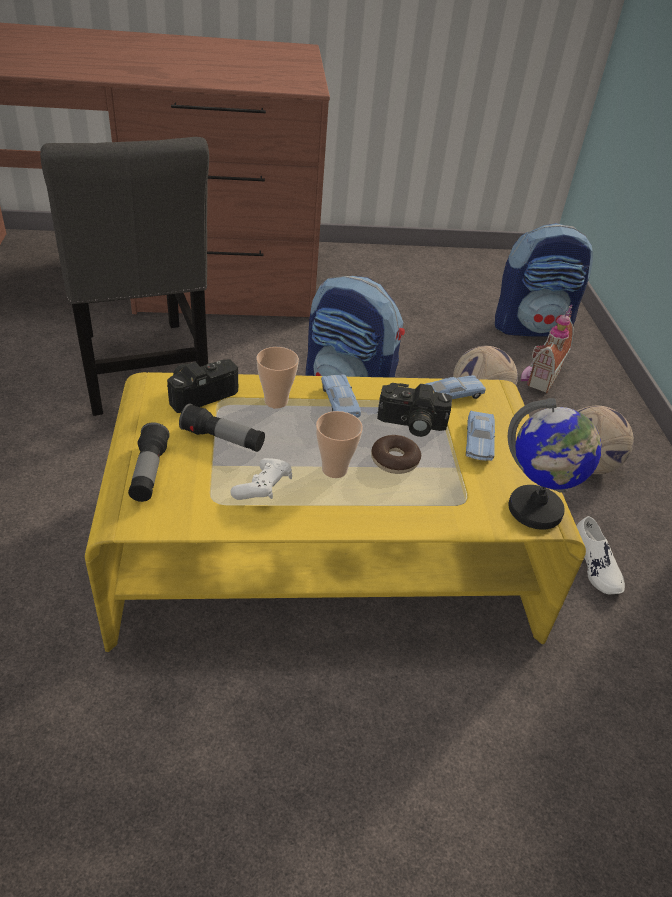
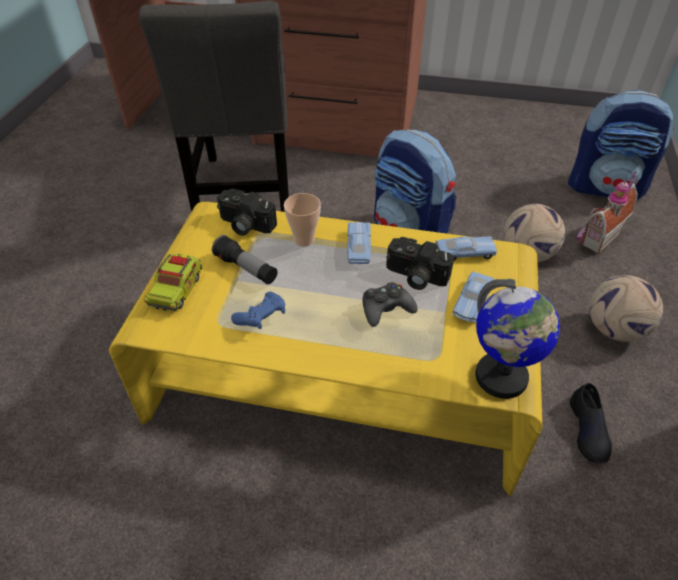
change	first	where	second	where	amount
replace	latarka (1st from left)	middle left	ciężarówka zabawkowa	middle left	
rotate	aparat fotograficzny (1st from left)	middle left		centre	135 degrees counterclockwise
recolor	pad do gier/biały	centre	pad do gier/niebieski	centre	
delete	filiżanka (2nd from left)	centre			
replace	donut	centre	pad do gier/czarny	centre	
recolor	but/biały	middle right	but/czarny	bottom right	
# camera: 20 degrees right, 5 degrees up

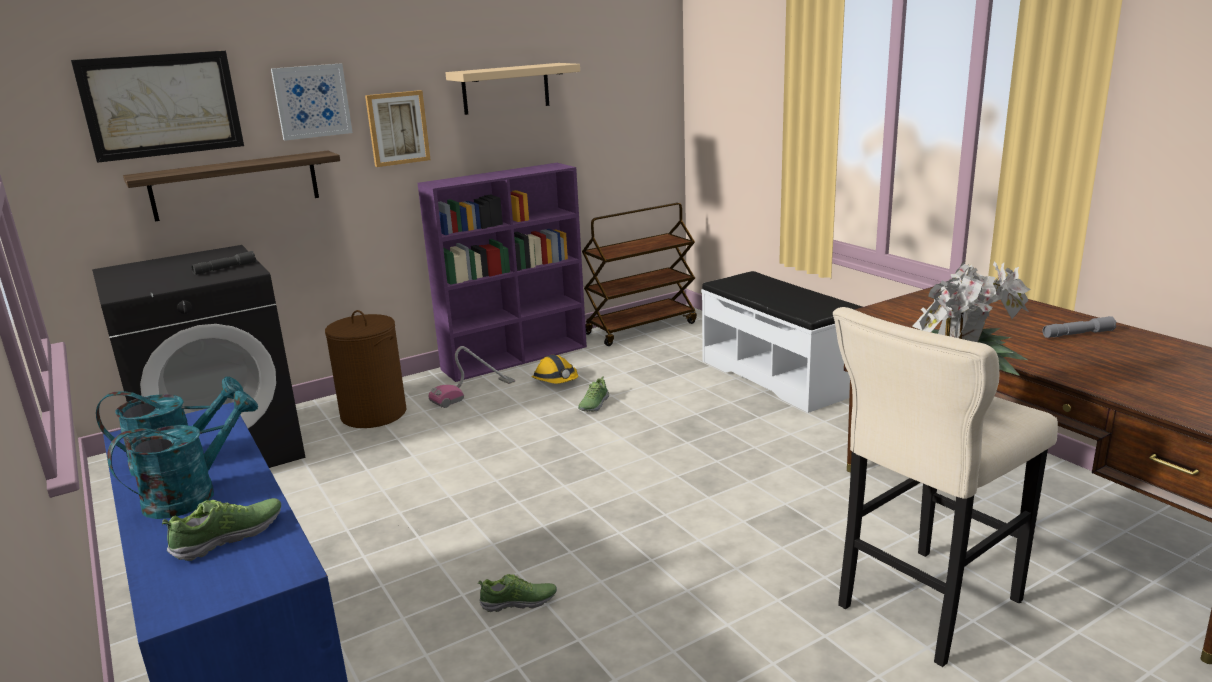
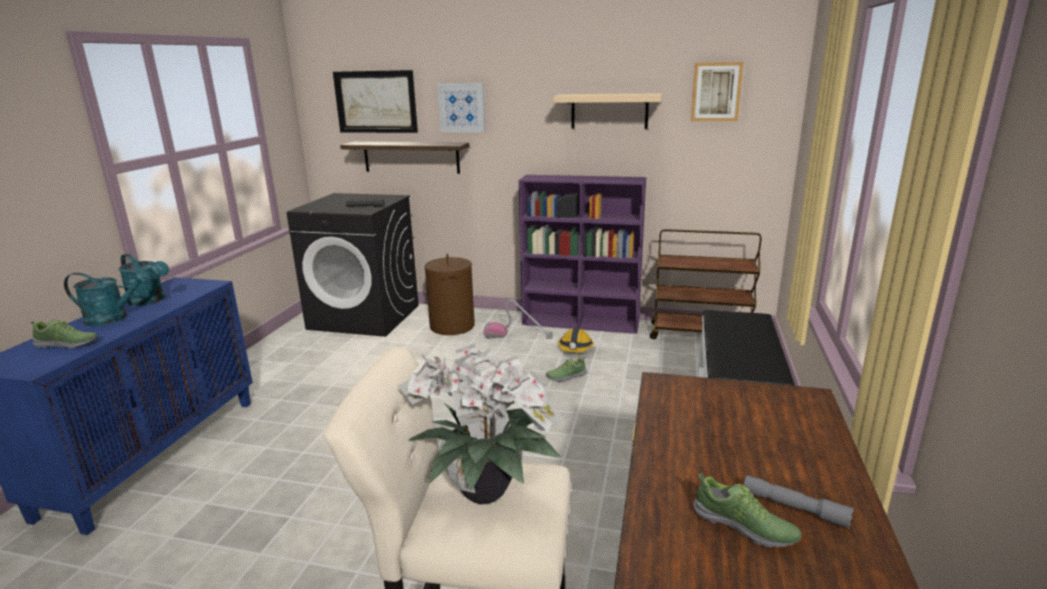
change	first	where	second	where	amount
move	obraz (3rd from left)	top left		top right	
move	but (2nd from left in the first image)	bottom centre	but (3rd from left)	bottom right	
# camera: 45 degrees right, 0 degrees up

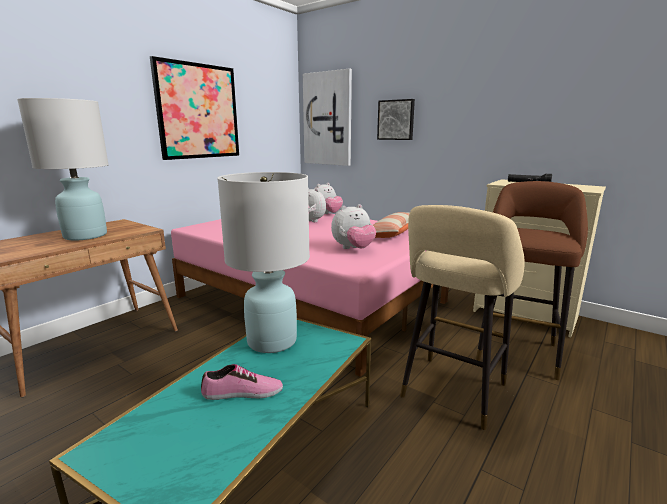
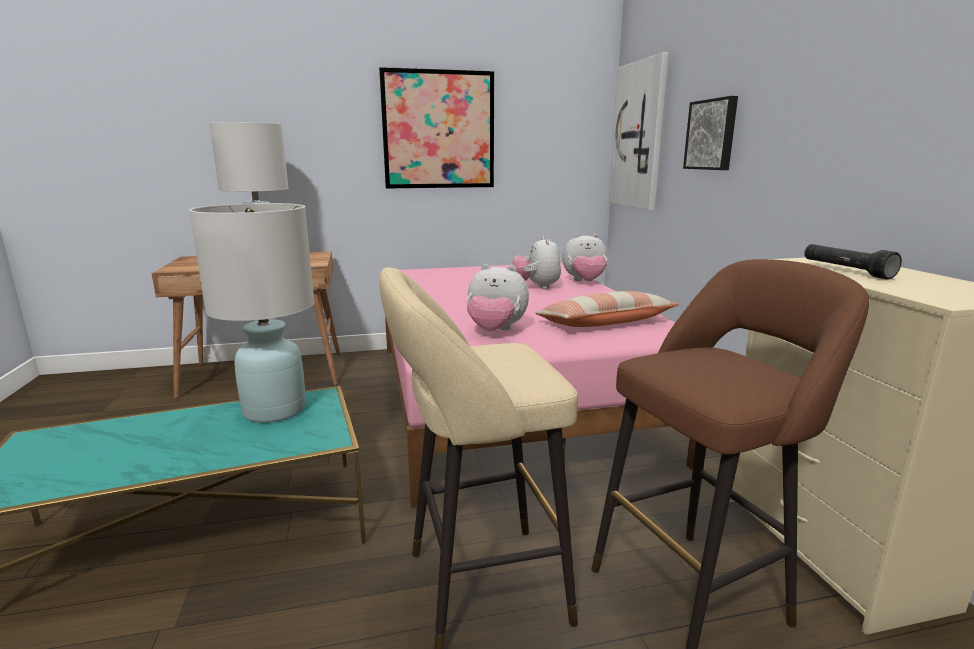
change	first	where	second	where	amount
delete	but	bottom centre			
# camera: 40 degrees right, 0 degrees up

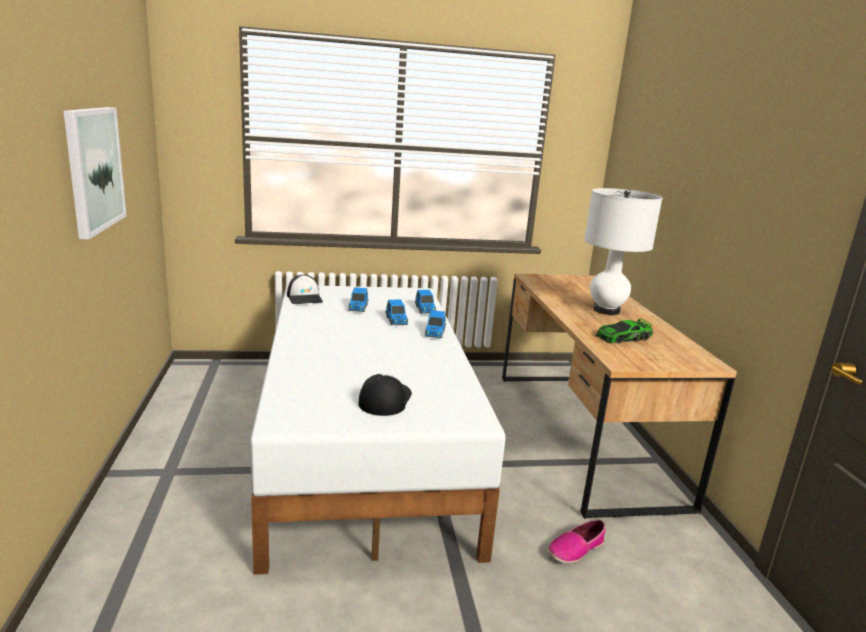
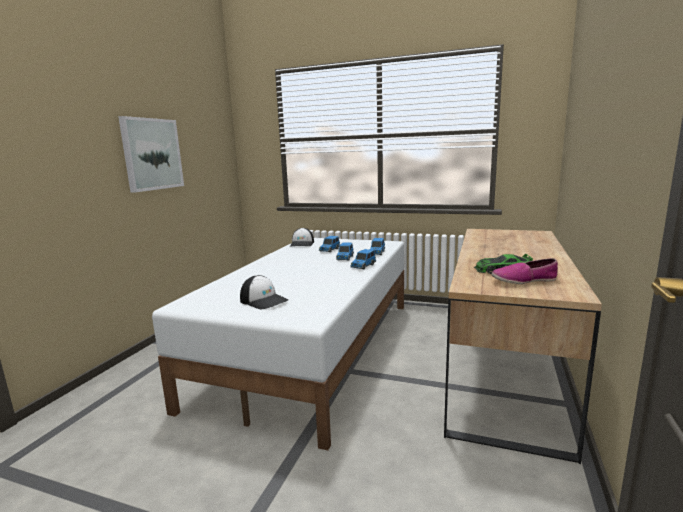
change	first	where	second	where	amount
rotate	czapka z daszkiem (2nd from left in the first image)	centre	czapka z daszkiem (1st from left)	centre	90 degrees clockwise
move	but	bottom centre		middle right	
delete	lampa stołowa/biały	middle right			
# camera: 30 degrees right, 5 degrees down

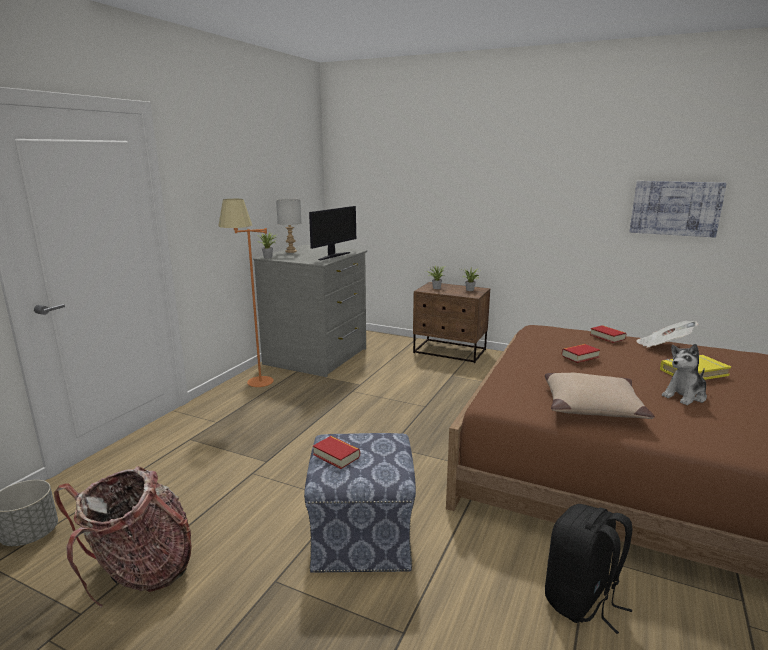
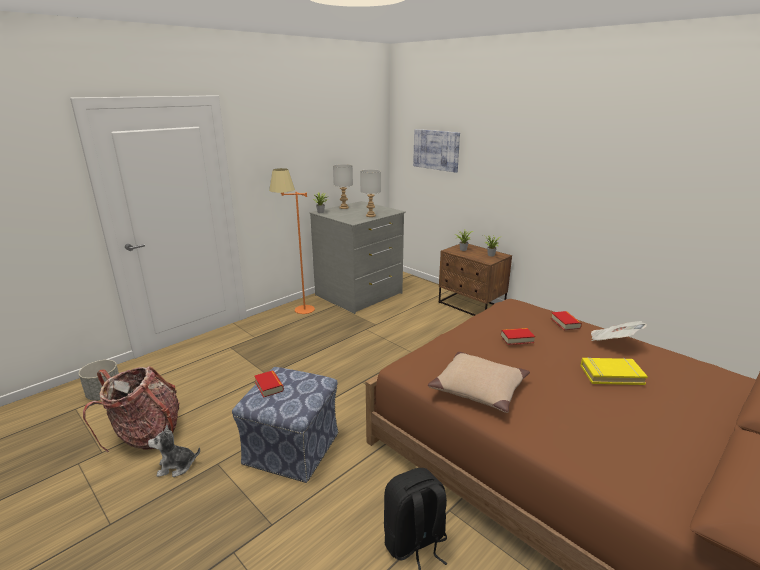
change	first	where	second	where	amount
replace	monitor	centre	lampa stołowa/szary (2nd from left)	centre	
move	obraz	top right		top centre	
move	pluszak	middle right		bottom left	
# camera: 20 degrees right, 5 degrees up

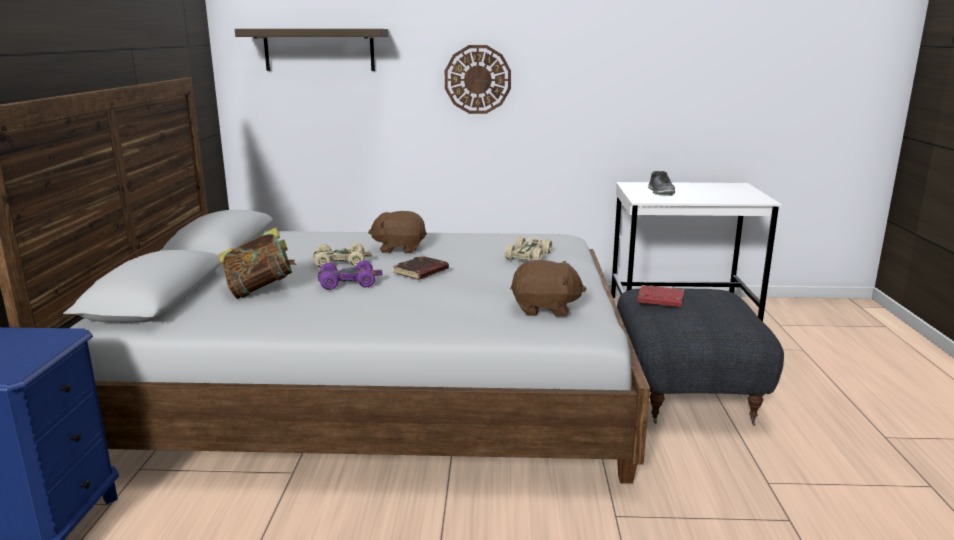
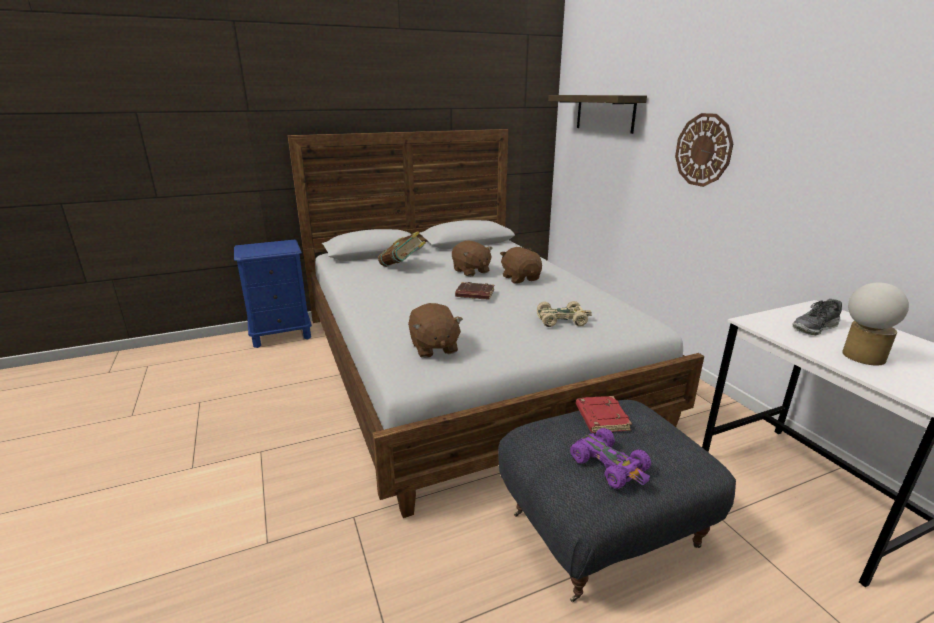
change	first	where	second	where	amount
replace	samochodzik/beżowy (1st from left)	centre	pluszak/brązowy (2nd from left)	centre	
move	samochodzik/fioletowy	centre		bottom centre	
insert			lampa stołowa	middle right	
# camera: 65 degrees right, 5 degrees up

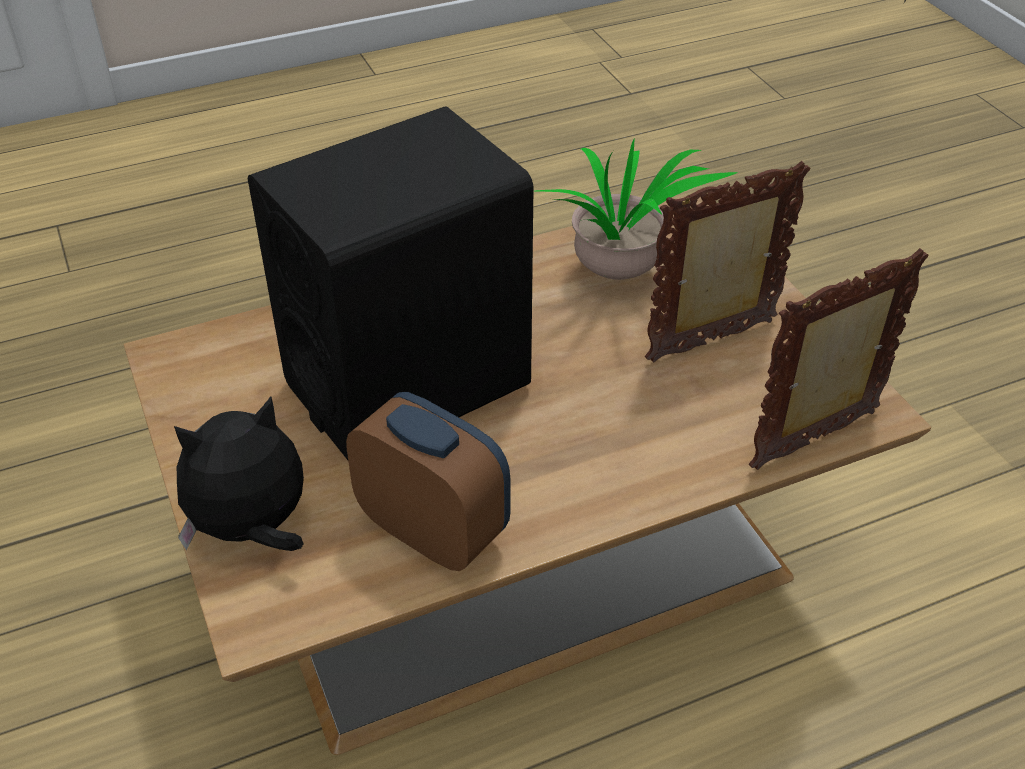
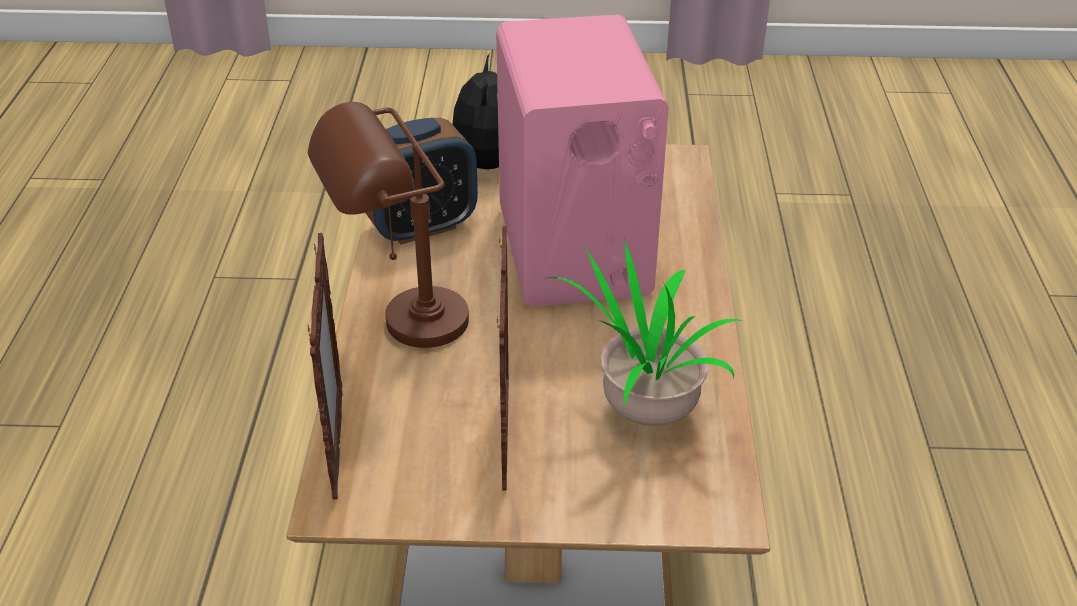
change	first	where	second	where	amount
recolor	głośnik/czarny	centre	głośnik/różowy	top centre	
insert			lampa stołowa/brązowy	centre	
# camera: 115 degrees right, 5 degrees down

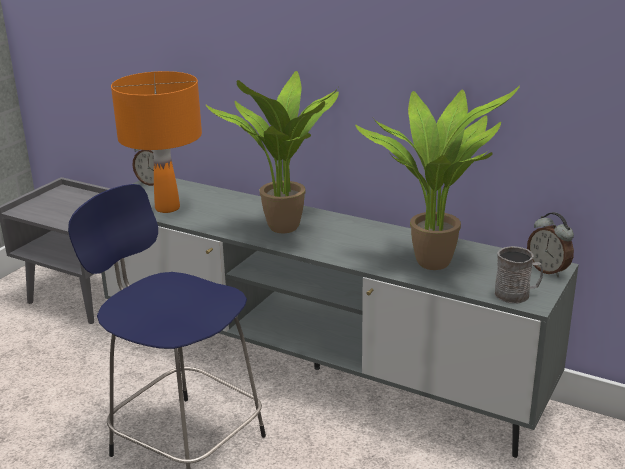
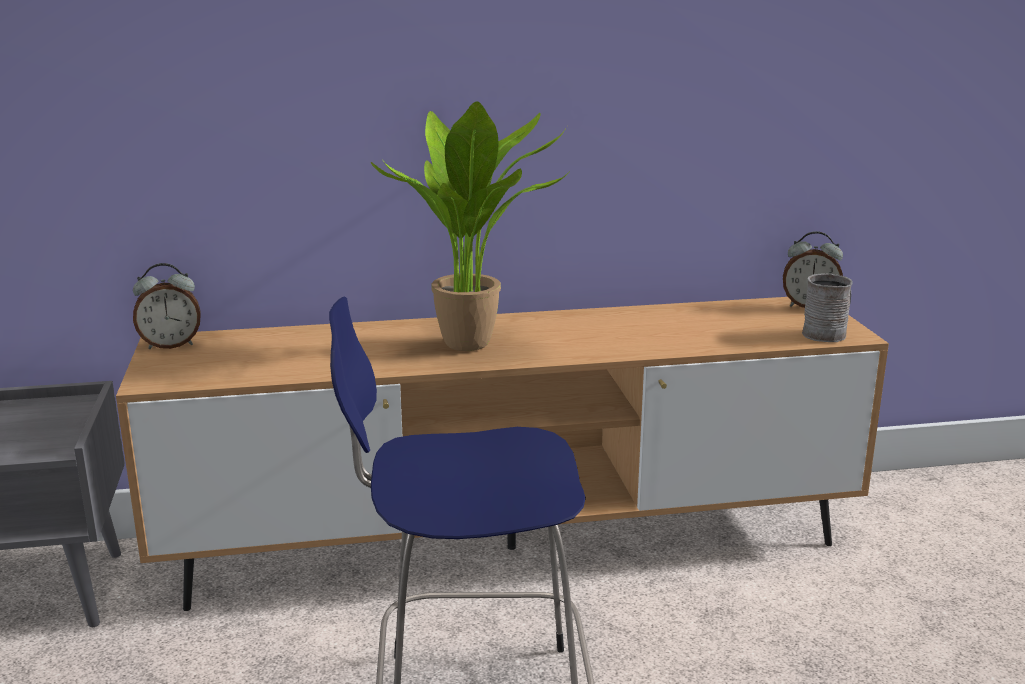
change	first	where	second	where	amount
recolor	szafka pod telewizor/szary	bottom centre	szafka pod telewizor/brązowy	centre	
delete	lampa stołowa/pomarańczowy	top left			
delete	roślina doniczkowa (2nd from left)	middle right			
# camera: 40 degrees left, 5 degrees down

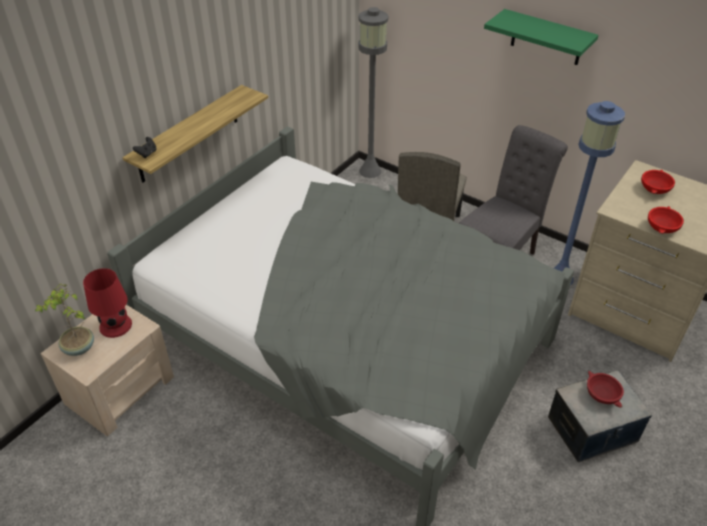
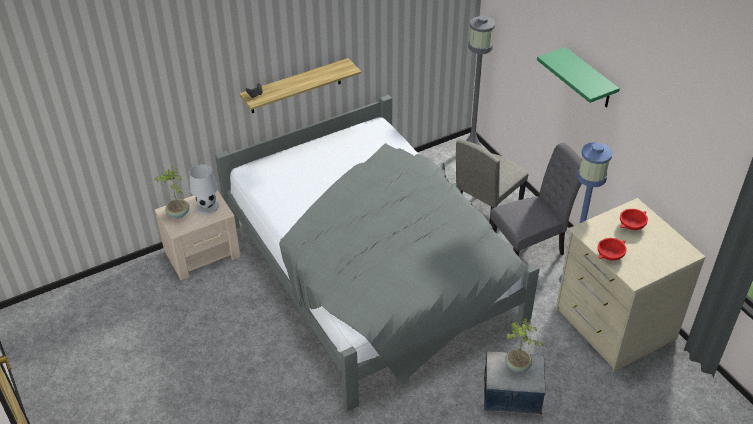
change	first	where	second	where	amount
recolor	lampa stołowa/czerwony	middle left	lampa stołowa/biały	middle left	
replace	miska/czerwony (1st from left)	bottom right	roślina doniczkowa (2nd from left)	bottom right	
# camera: 25 degrees right, 0 degrees up

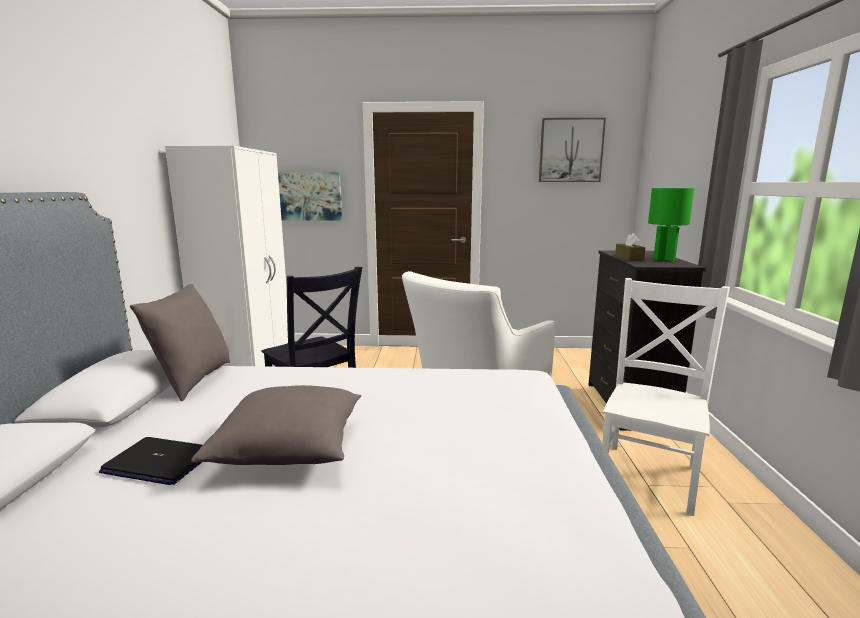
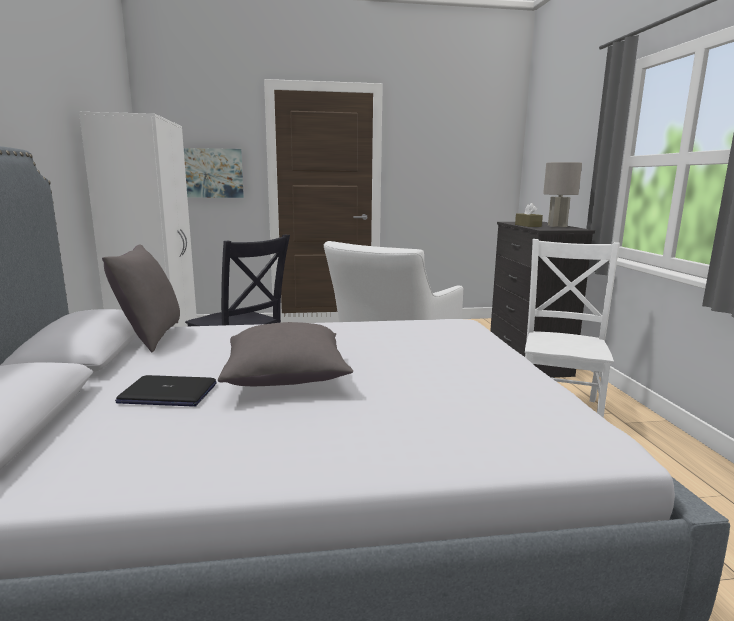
change	first	where	second	where	amount
delete	obraz (2nd from left)	top centre			
recolor	lampa stołowa/zielony	middle right	lampa stołowa/szary	top right	
# camera: 10 degrees left, 0 degrees up

